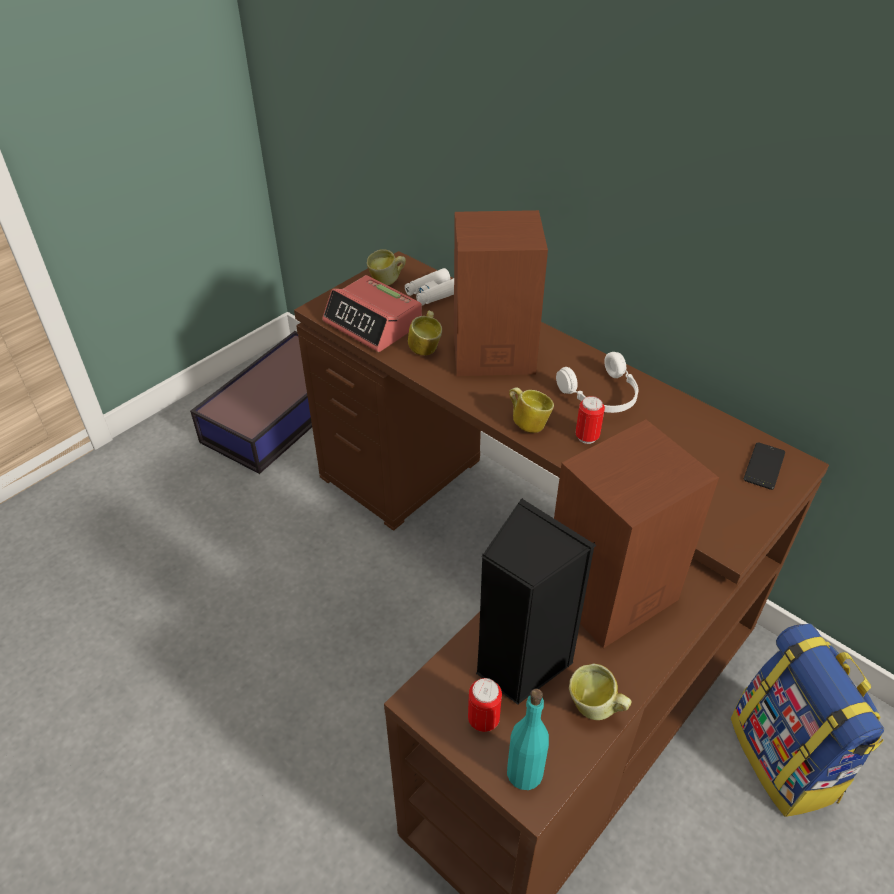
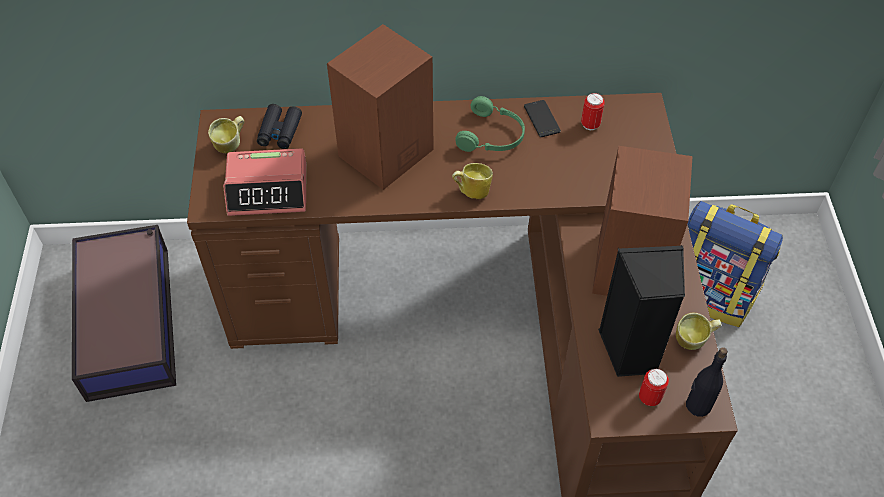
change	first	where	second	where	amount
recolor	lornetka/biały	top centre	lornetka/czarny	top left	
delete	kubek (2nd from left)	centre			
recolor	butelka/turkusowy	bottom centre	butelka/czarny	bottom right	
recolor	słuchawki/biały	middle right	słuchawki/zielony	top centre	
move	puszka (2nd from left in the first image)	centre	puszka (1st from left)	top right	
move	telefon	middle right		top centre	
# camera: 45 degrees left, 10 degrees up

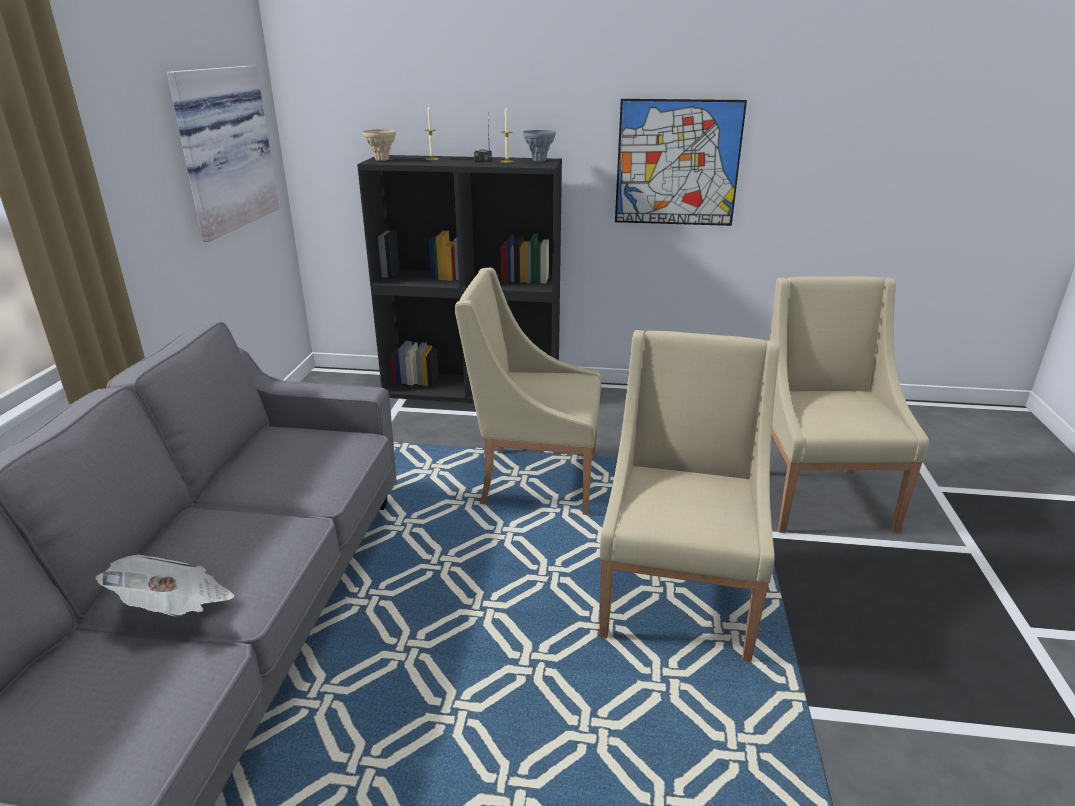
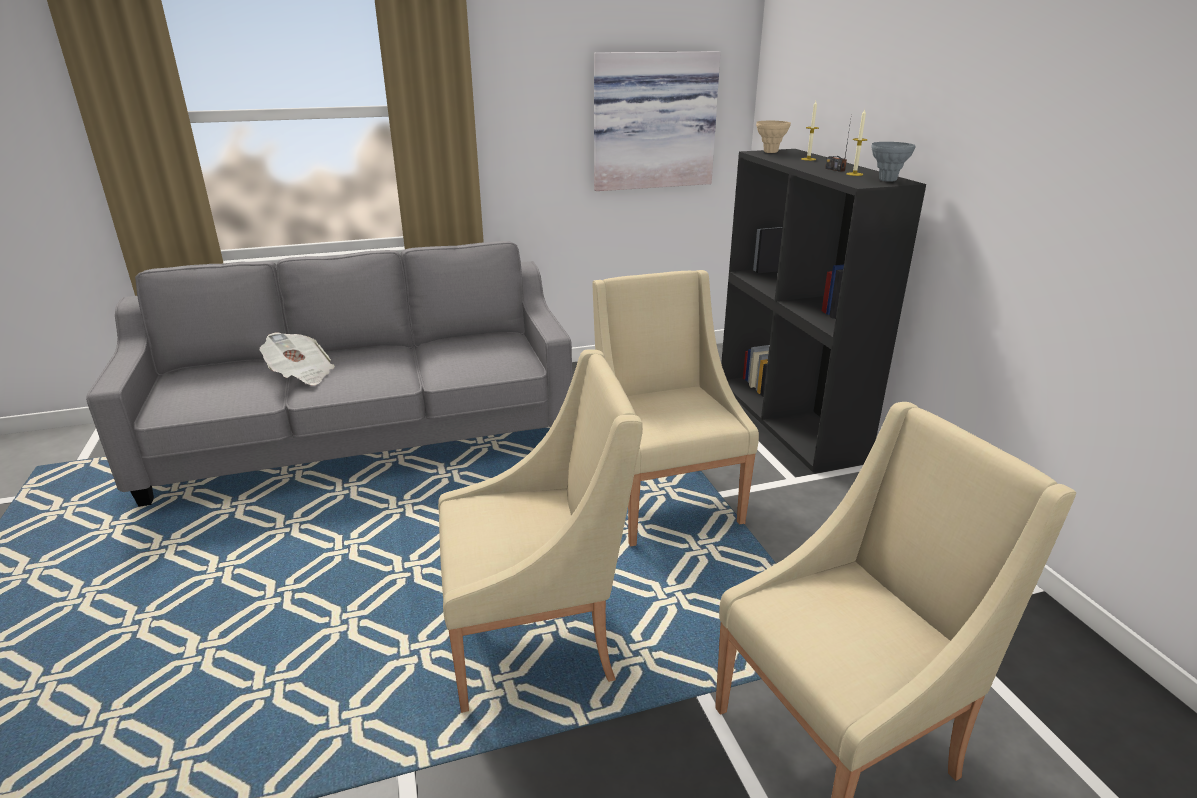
change	first	where	second	where	amount
delete	obraz (2nd from left)	top centre			
# camera: 65 degrees right, 0 degrees up

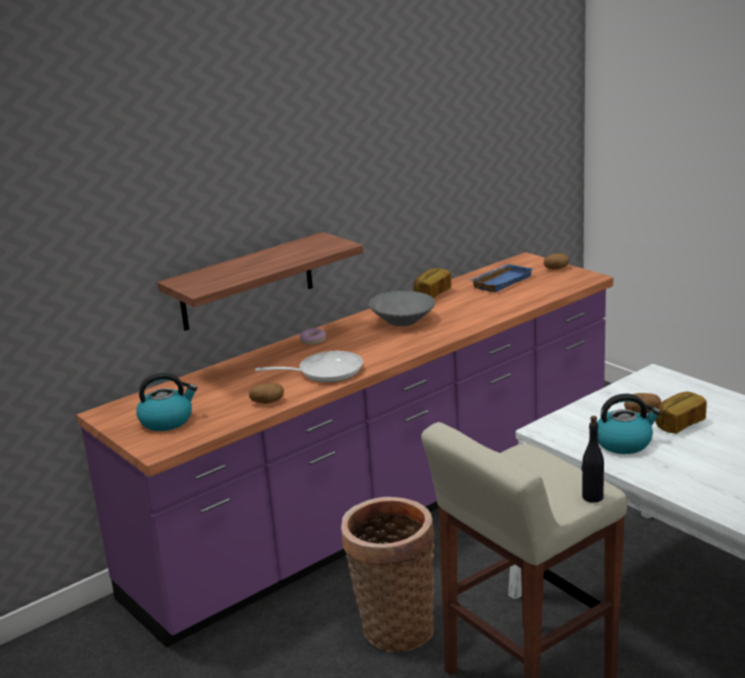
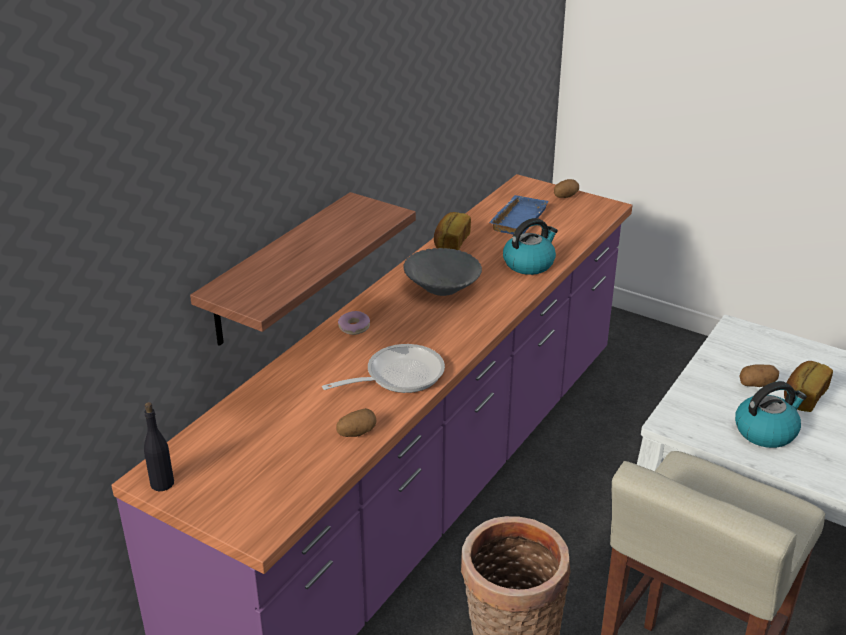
change	first	where	second	where	amount
move	czajnik (1st from left)	middle left		centre	
move	butelka/czarny	bottom right		bottom left	
# camera: 20 degrees left, 10 degrees up

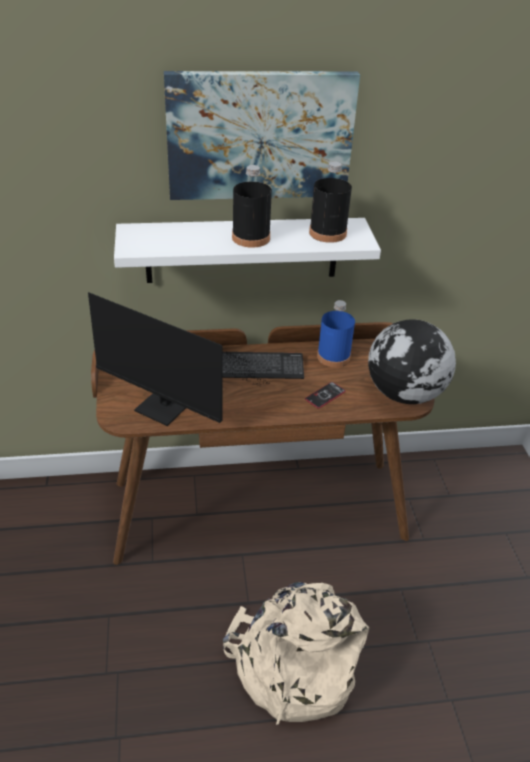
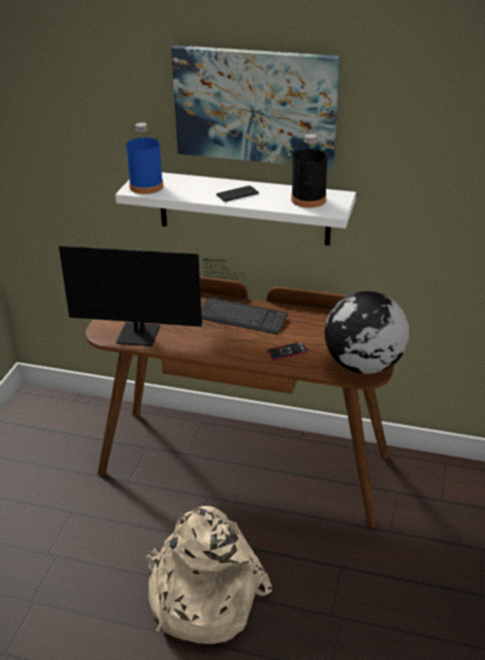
change	first	where	second	where	amount
rotate	monitor	centre		middle left	45 degrees counterclockwise
replace	butelka/czarny (1st from left)	top centre	telefon (1st from left)	top centre	
move	butelka/niebieski	centre		top left	
# camera: 25 degrees right, 5 degrees down

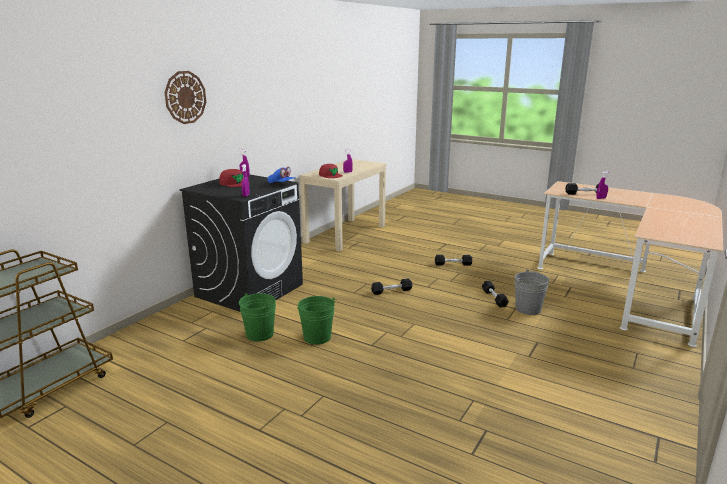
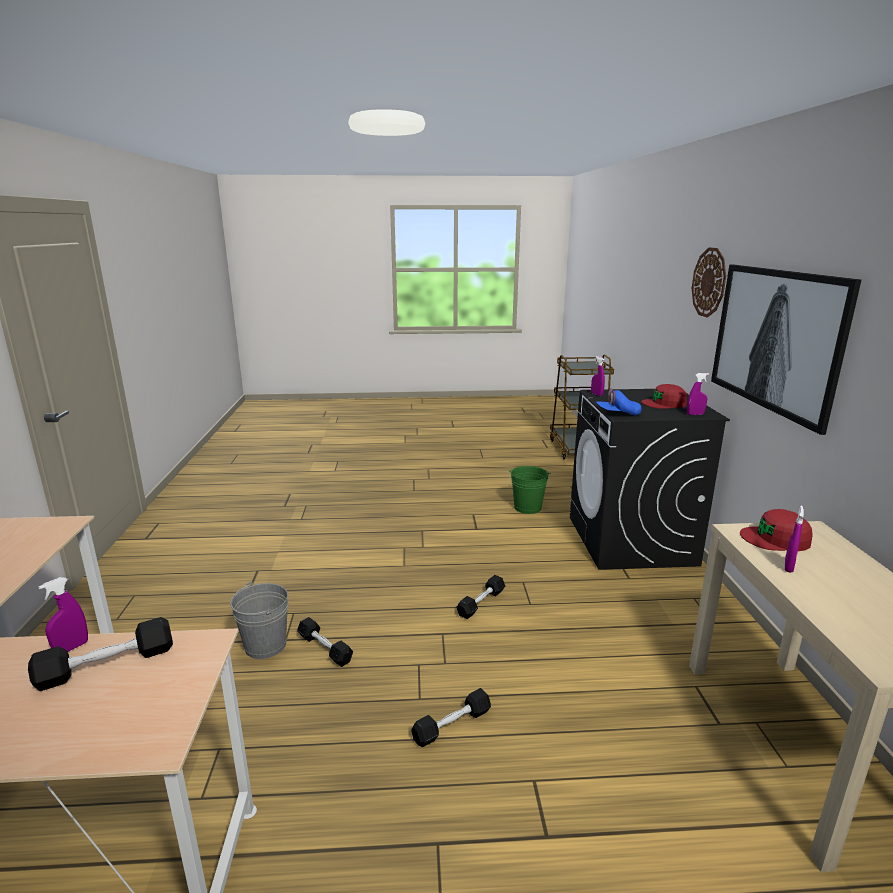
change	first	where	second	where	amount
delete	wiadro/zielony (2nd from left)	centre			
insert			obraz	middle right	
# camera: 145 degrees right, 0 degrees up

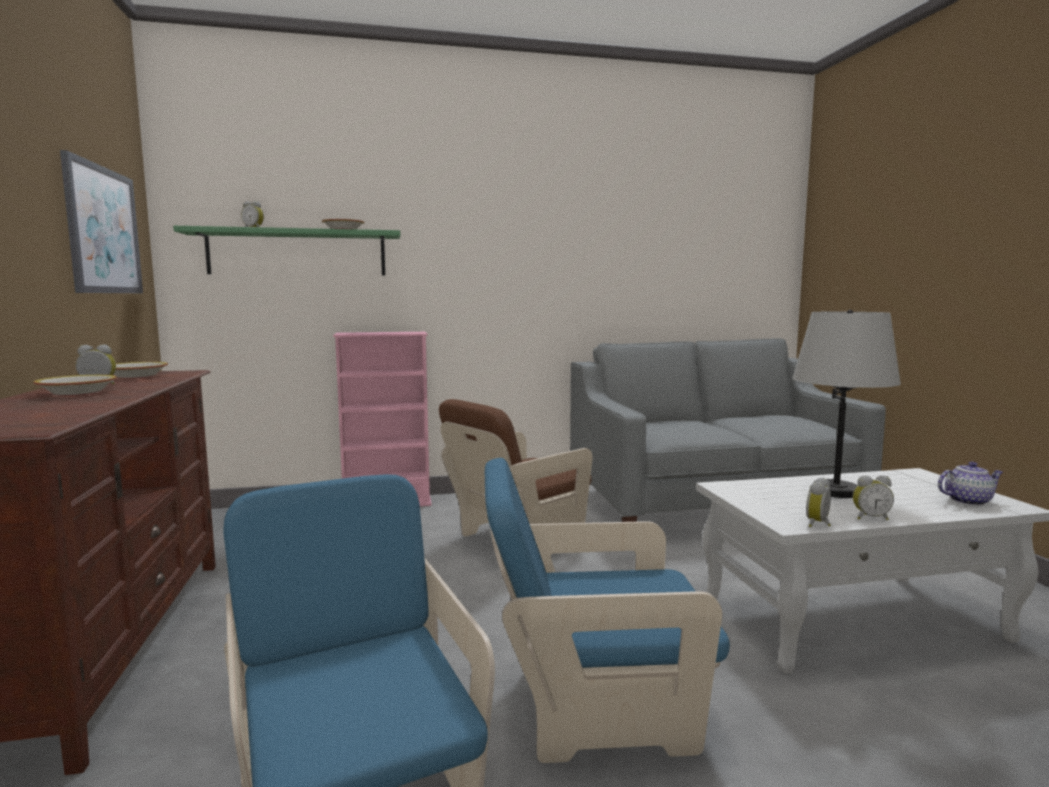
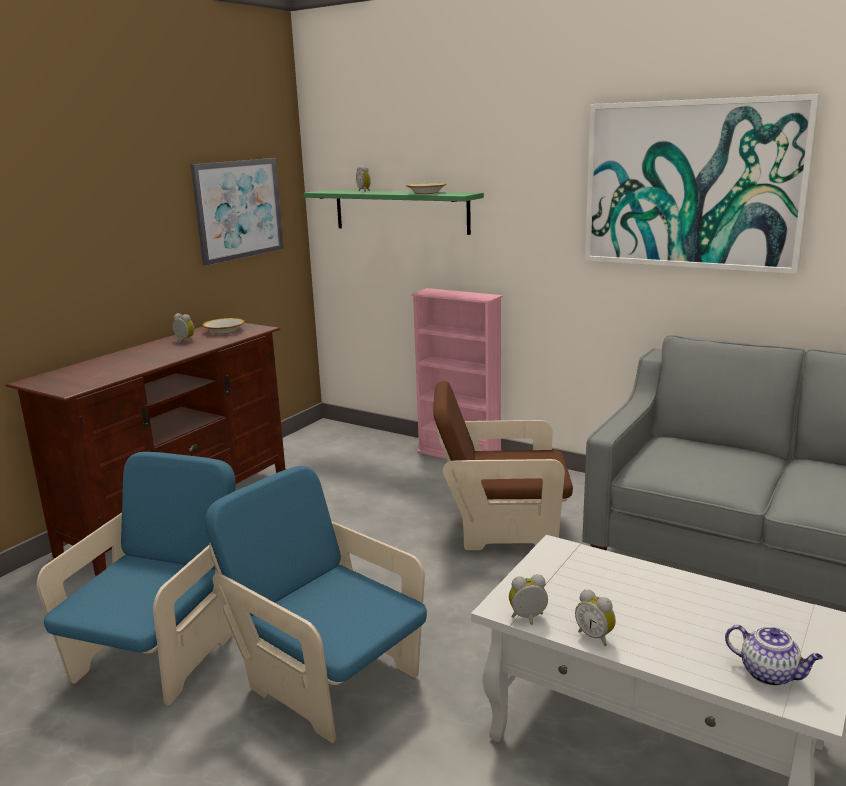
change	first	where	second	where	amount
delete	miska (1st from left)	middle left			
delete	lampa stołowa/szary	middle right			
insert			obraz (2nd from left)	top right	
# camera: 45 degrees right, 10 degrees up

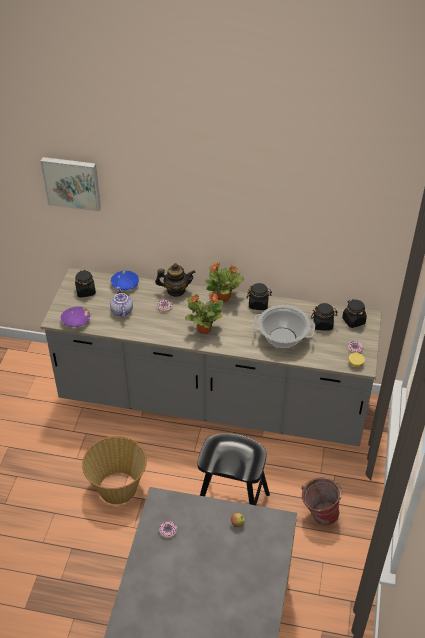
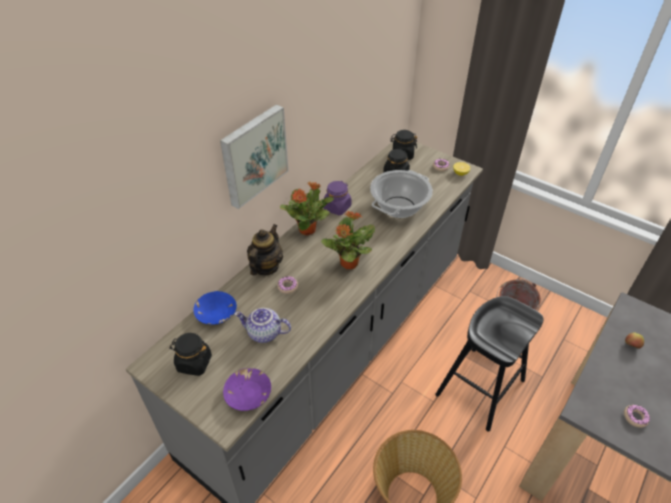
change	first	where	second	where	amount
move	obraz	top left		top centre	
recolor	słoik/czarny (2nd from left)	centre	słoik/fioletowy	centre	
# camera: 65 degrees left, 0 degrees up

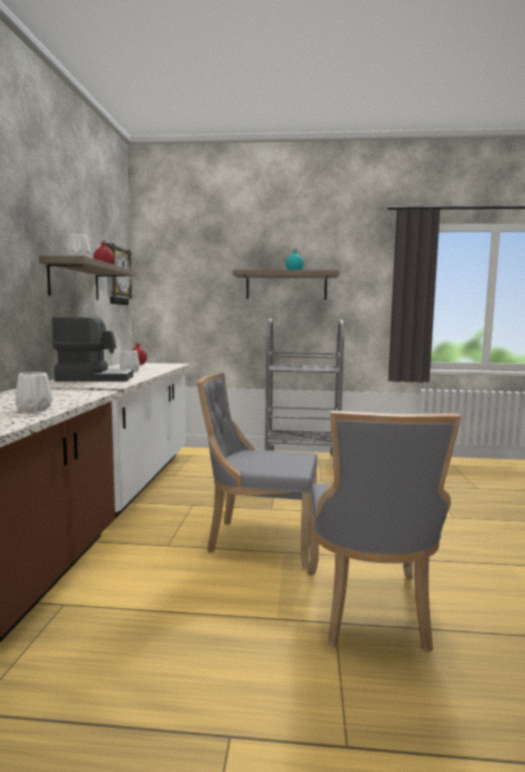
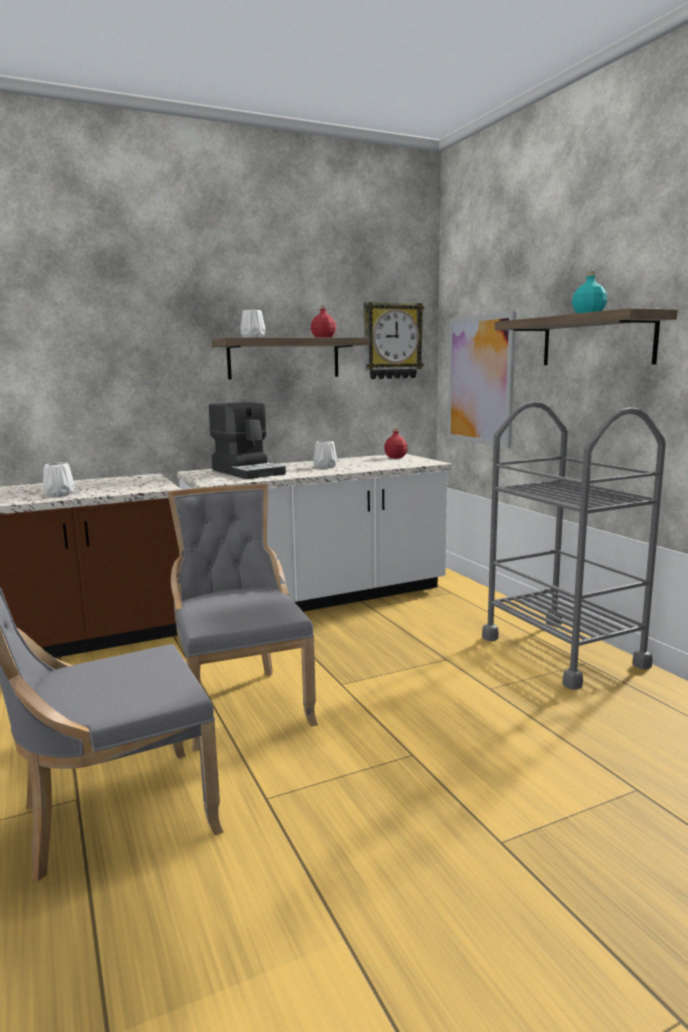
change	first	where	second	where	amount
insert			obraz	middle right	
# camera: 60 degrees right, 5 degrees up

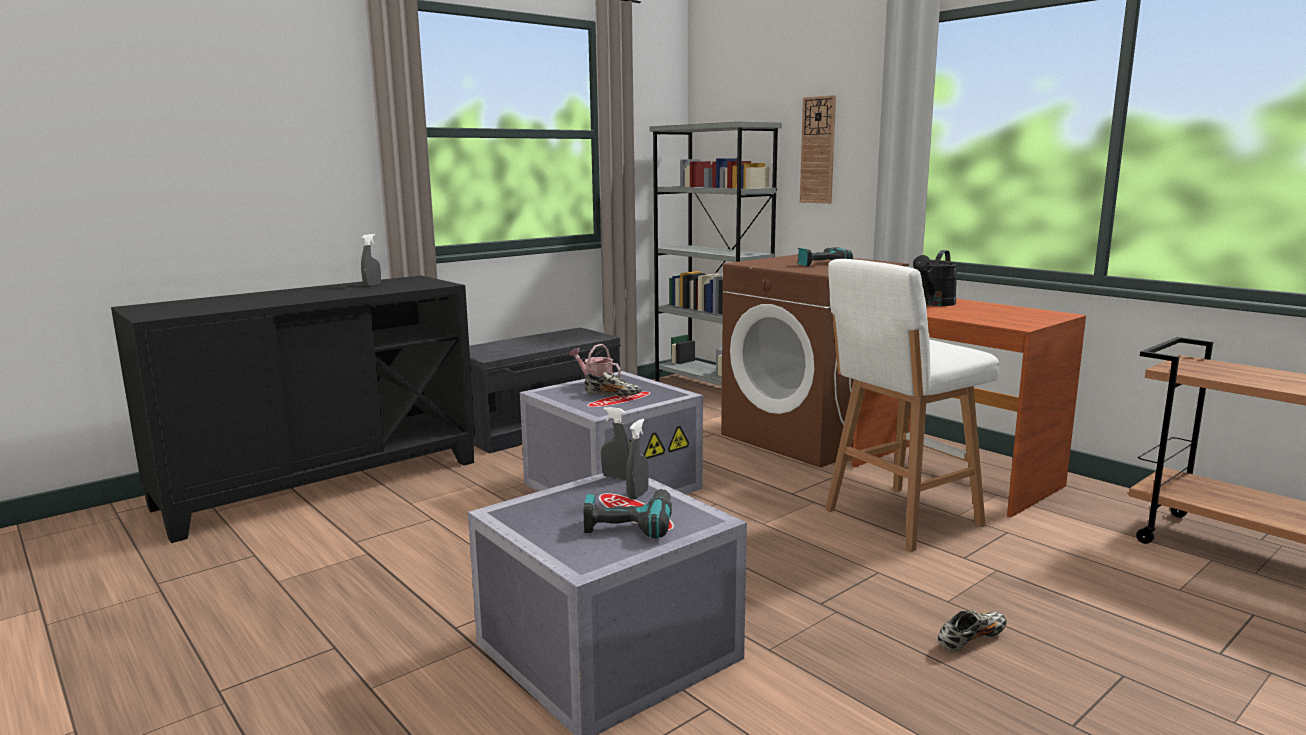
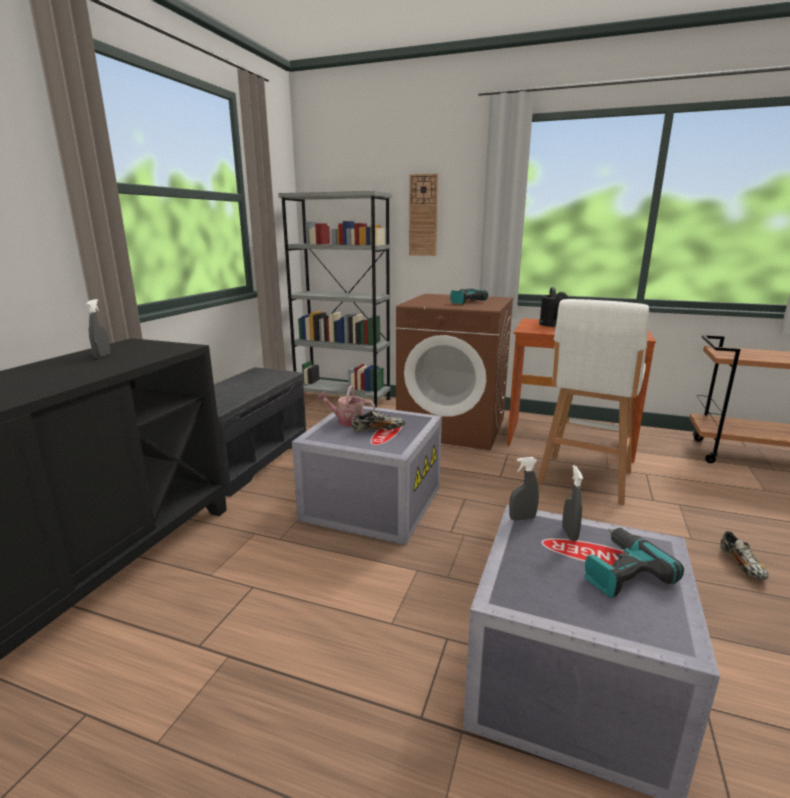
change	first	where	second	where	amount
rotate	but (2nd from left)	bottom right		bottom right	150 degrees clockwise
# camera: 30 degrees left, 5 degrees up

